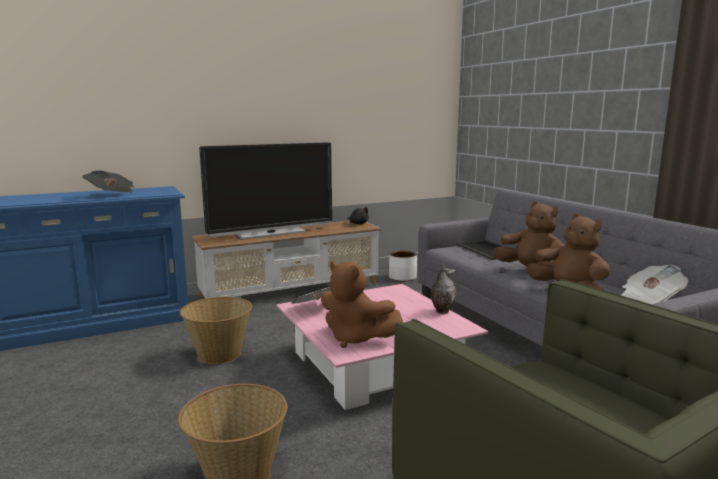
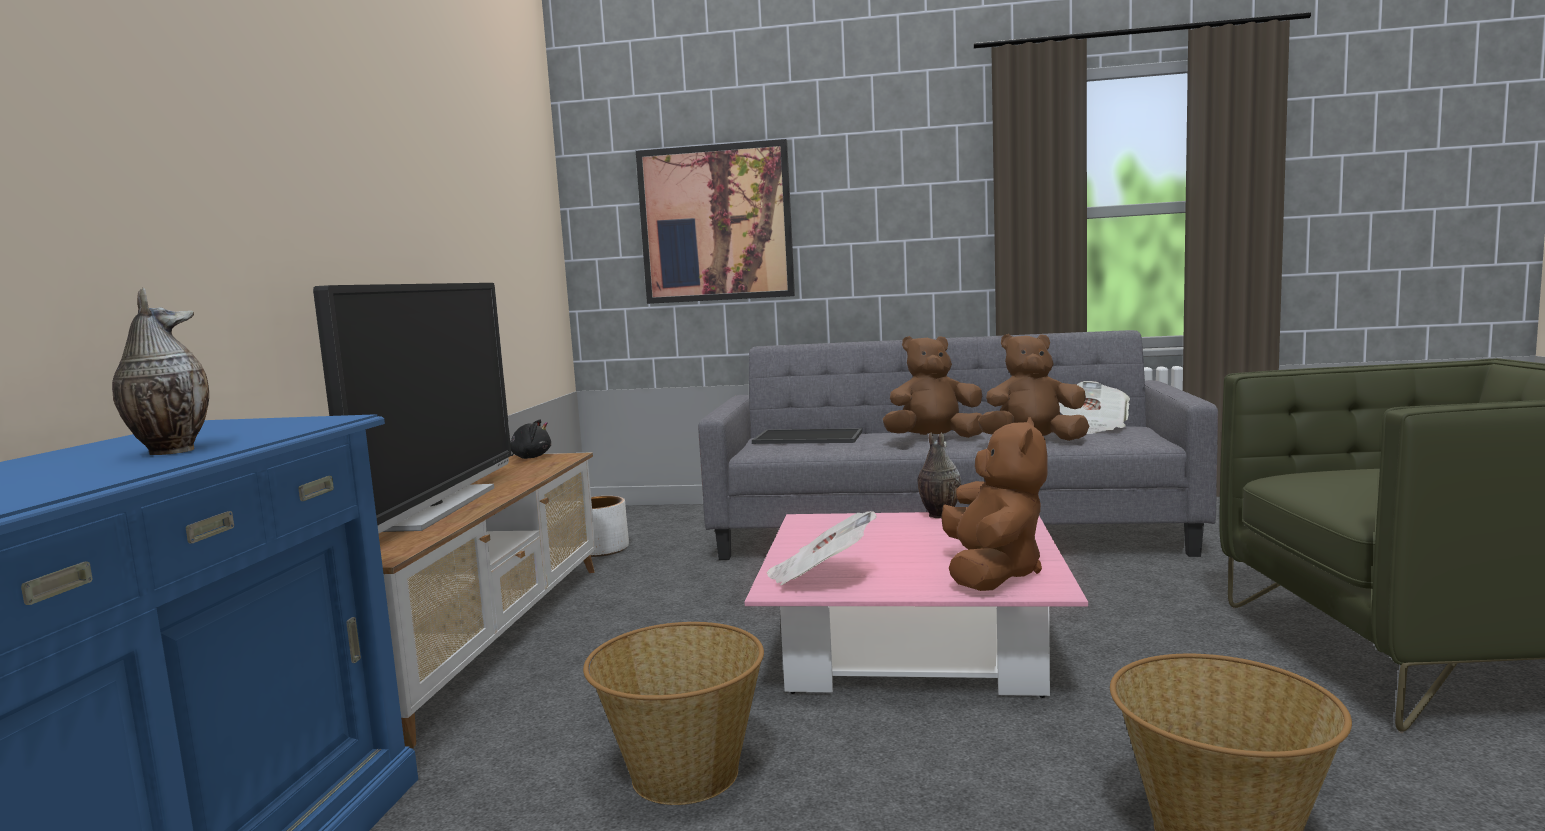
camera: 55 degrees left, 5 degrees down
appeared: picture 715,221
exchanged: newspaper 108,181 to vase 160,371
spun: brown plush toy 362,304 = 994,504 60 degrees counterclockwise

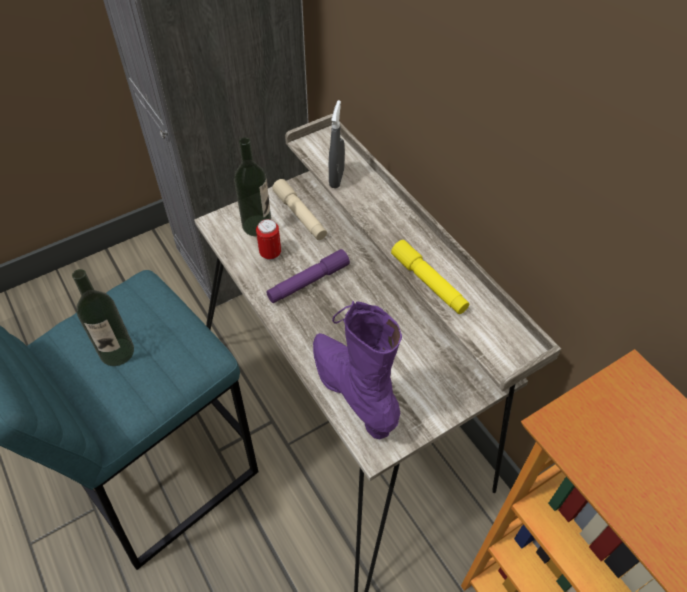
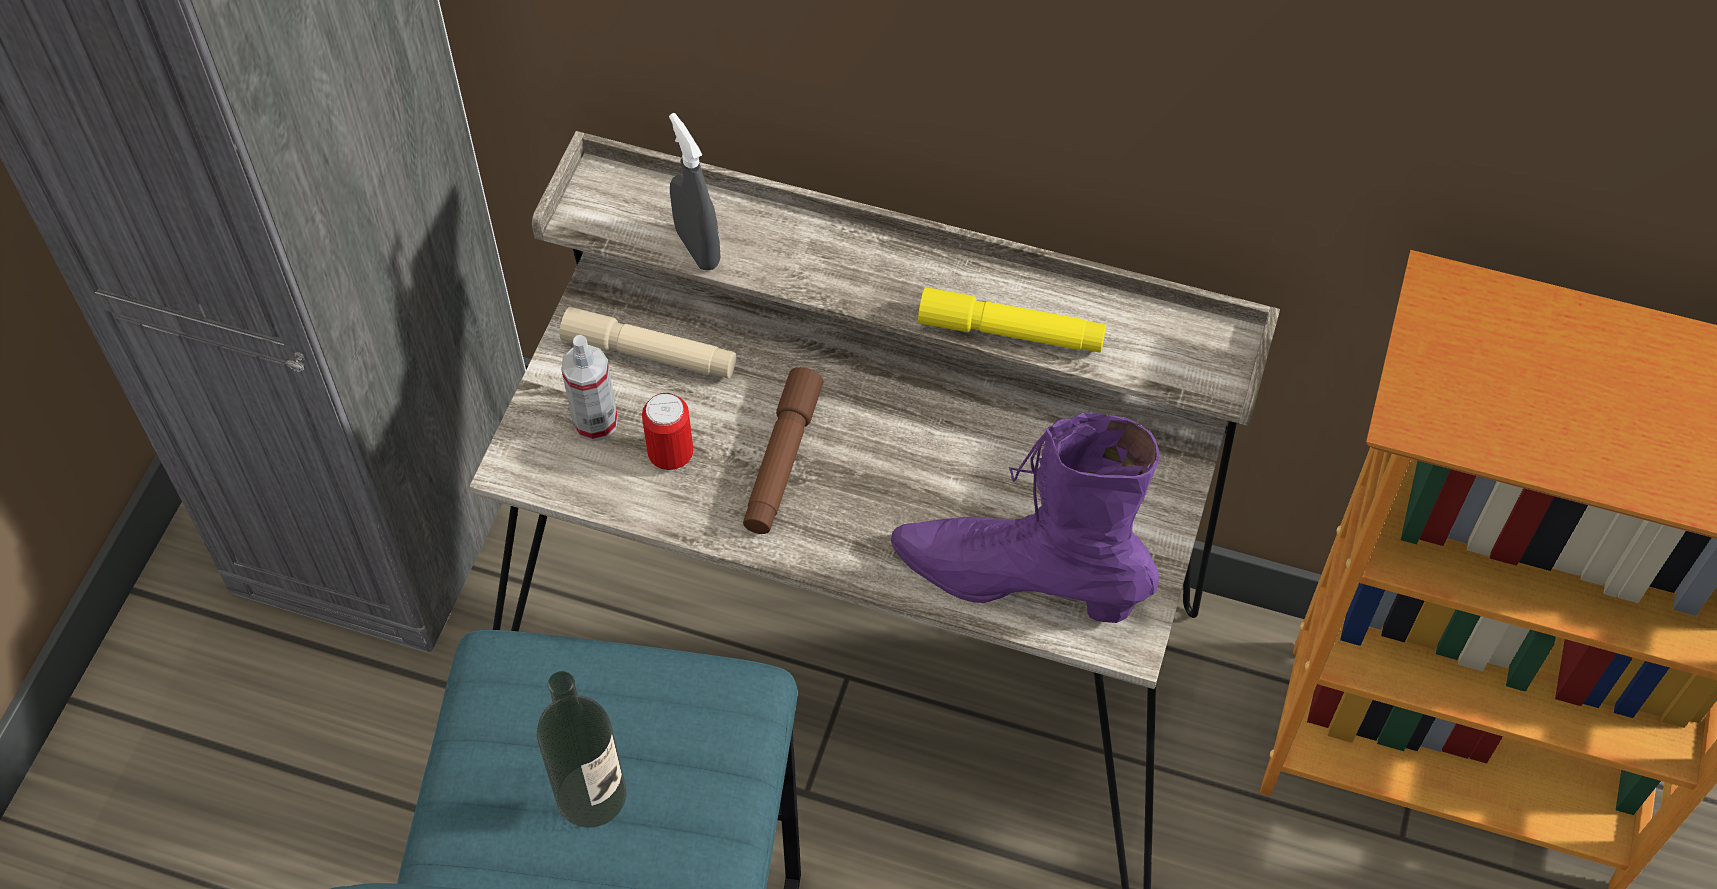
camera: 40 degrees left, 5 degrees up
exchanged: bottle 252,186 to spray bottle 589,388
colour: purple flashlight 308,276 to brown flashlight 783,450

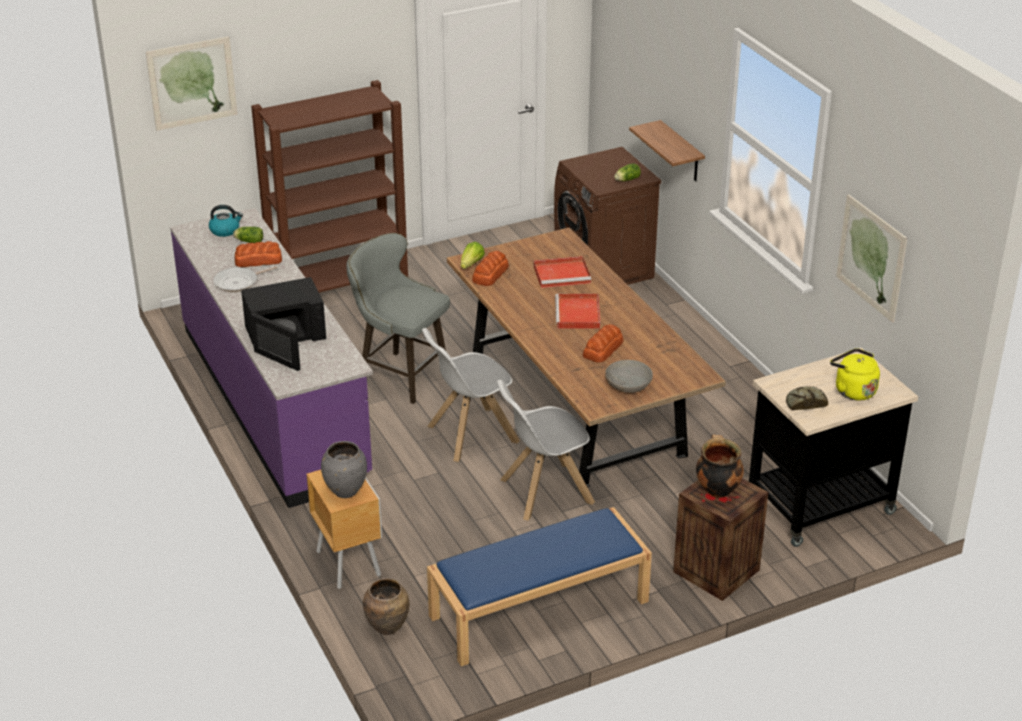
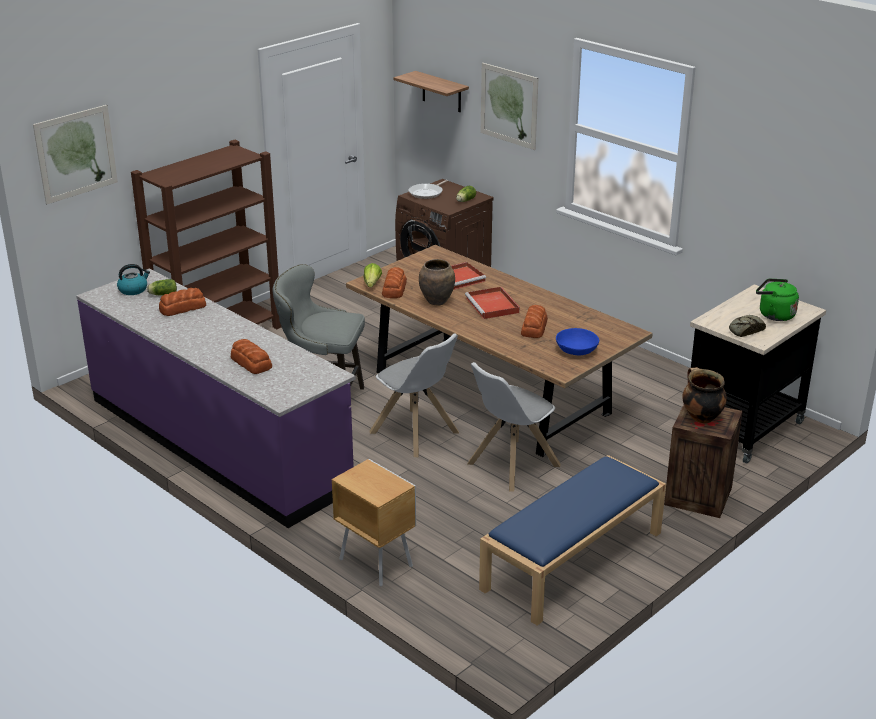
camera: 20 degrees left, 5 degrees down
missing: grey vase 344,469
relocated: frying pan 245,279 to 428,189; brown vase 386,606 to 437,282; shelf 667,150 to 431,91; picture 871,258 to 509,106
exchanged: black microwave 283,324 to bread 251,356
colour: grey bowl 629,376 to blue bowl 577,342; yellow kettle 855,374 to green kettle 777,300
spun: chair 471,395 = 414,395 90 degrees counterclockwise

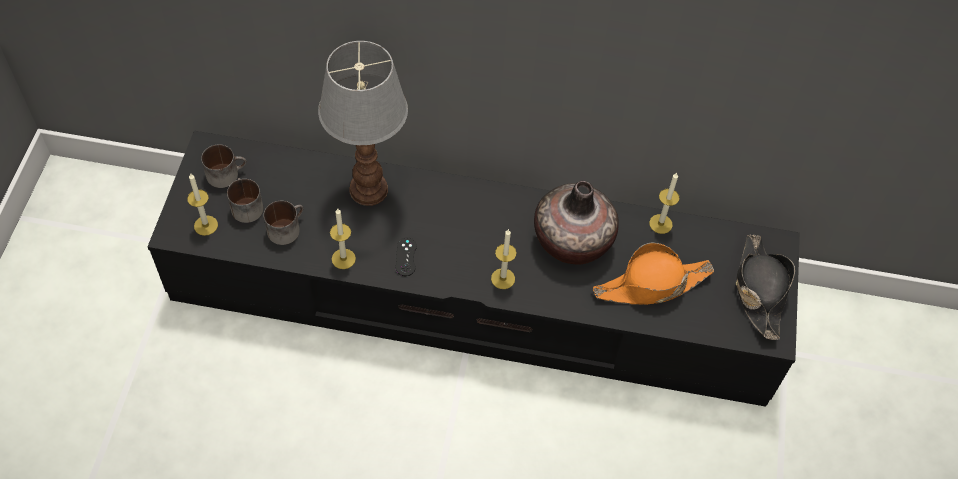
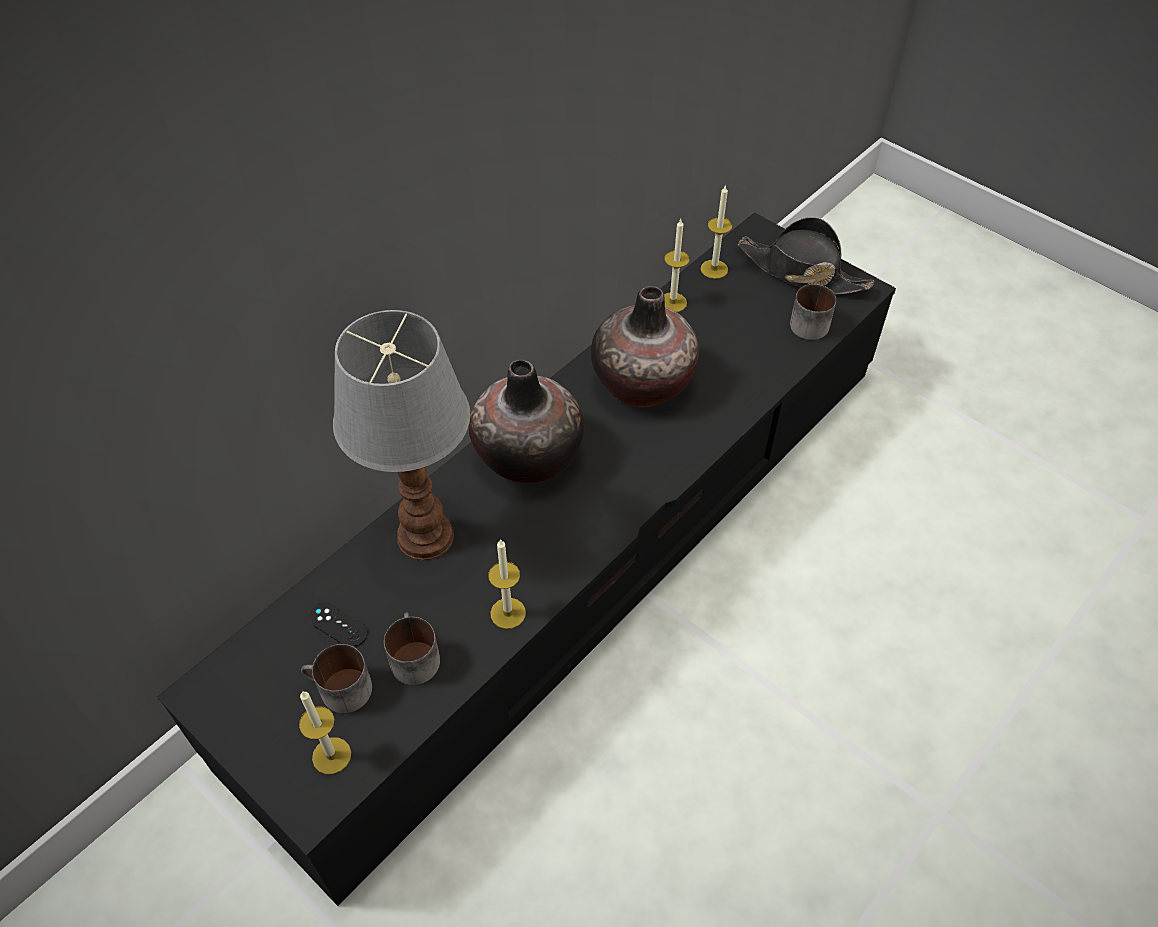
camera: 55 degrees left, 5 degrees down
missing: orange hat 653,273
appeared: vase 526,421
relocated: mug 223,166 to 813,312; black game controller 406,256 to 338,624; candle 503,259 to 716,232

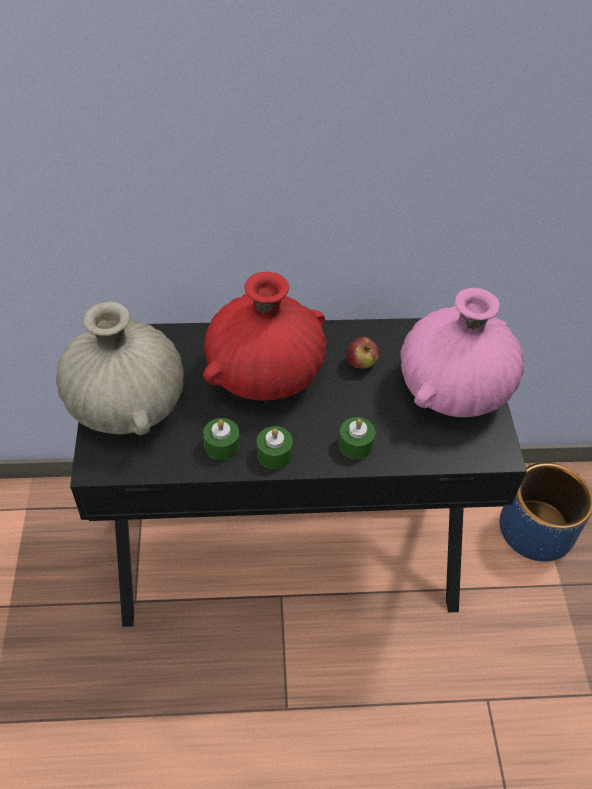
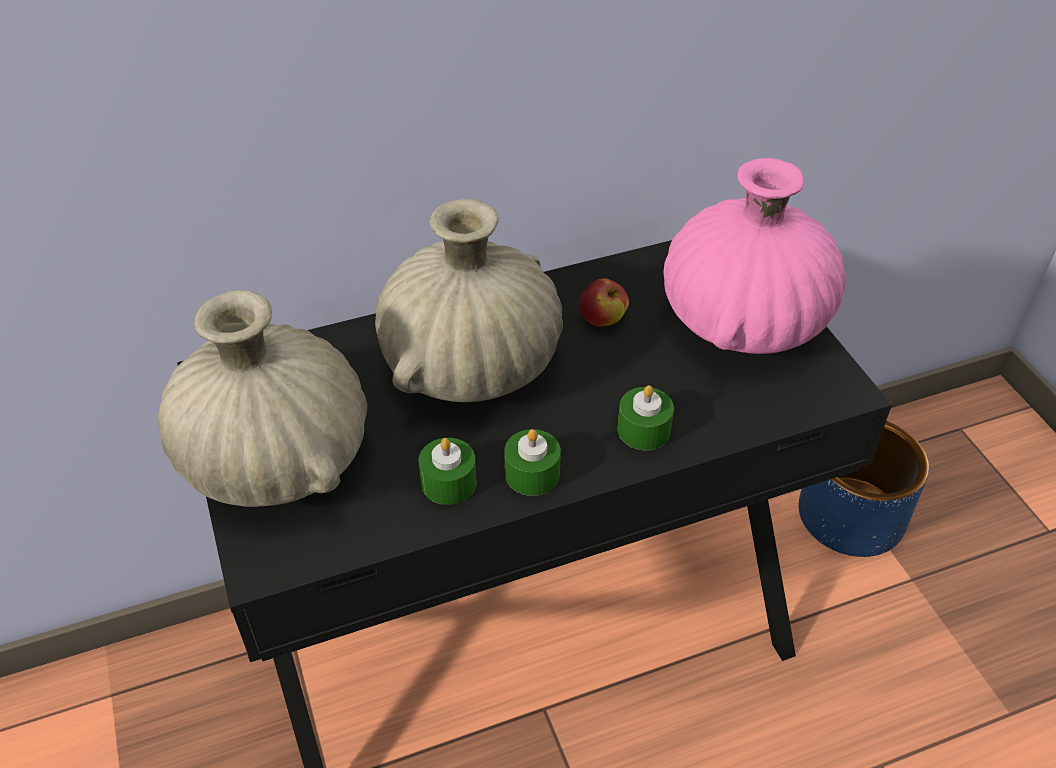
camera: 15 degrees left, 5 degrees down
colour: red vase 265,336 to beige vase 469,300

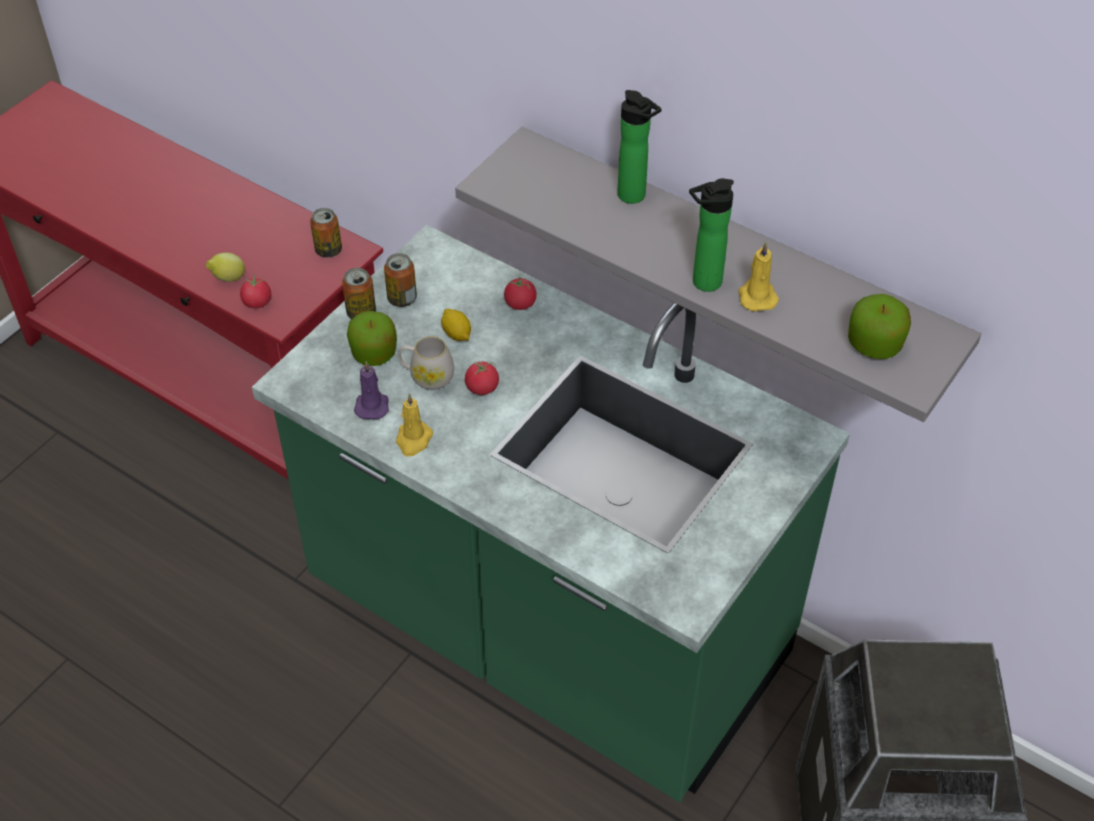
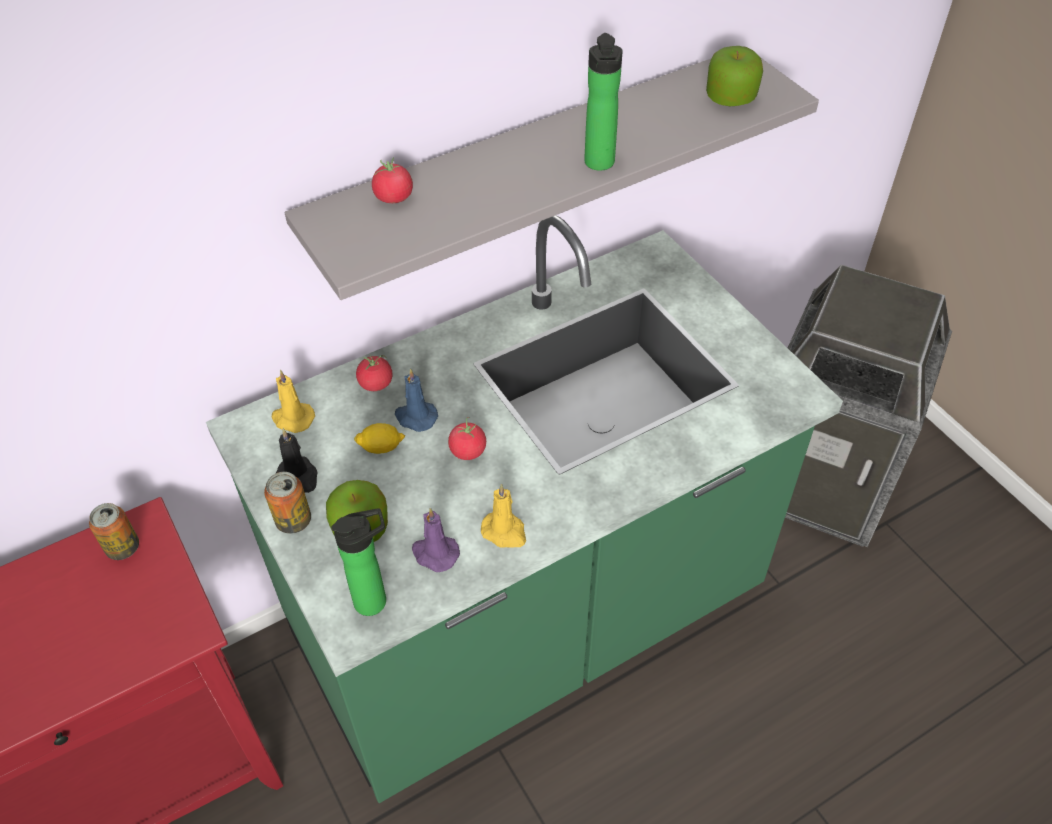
camera: 65 degrees left, 0 degrees up
missing: lemon 225,267; white mug 426,363
appeared: blue candle 416,400
relocated: tomato 255,291 to 392,180; bottle 639,147 to 358,562; yellow candle 758,276 to 293,401
exchanged: can 400,280 to black candle 297,460

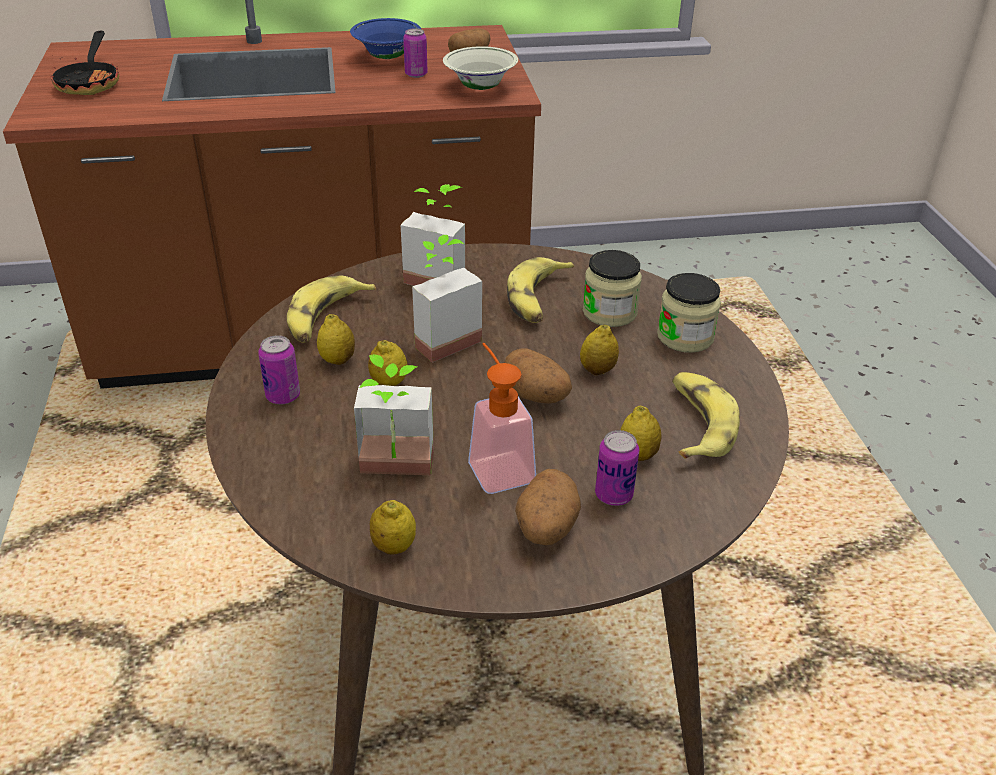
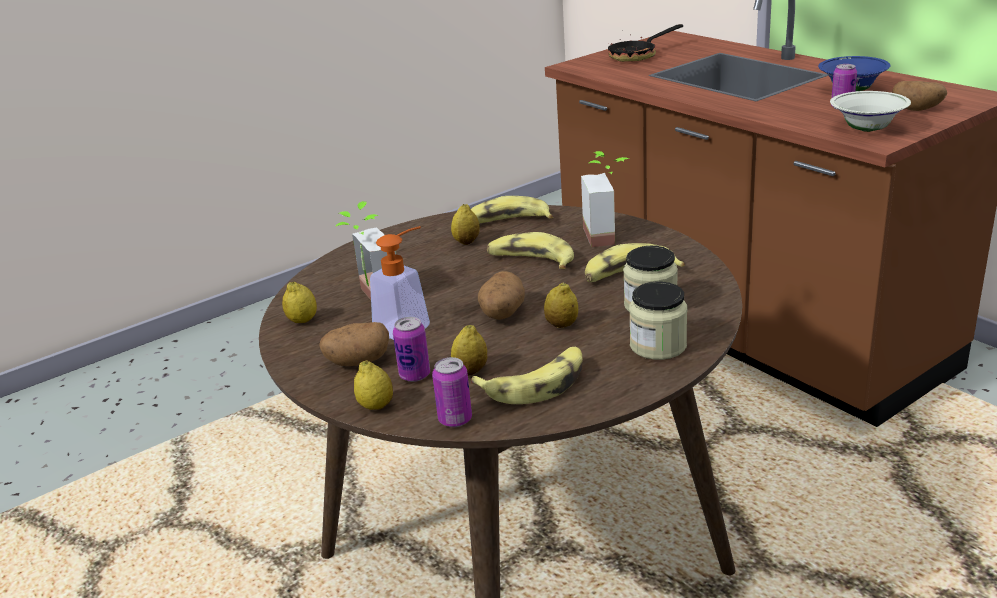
camera: 65 degrees right, 10 degrees down
relocated: can 279,370 to 452,392; lemon 388,363 to 373,385
exchanged: potted plant 447,299 to banana 530,250

